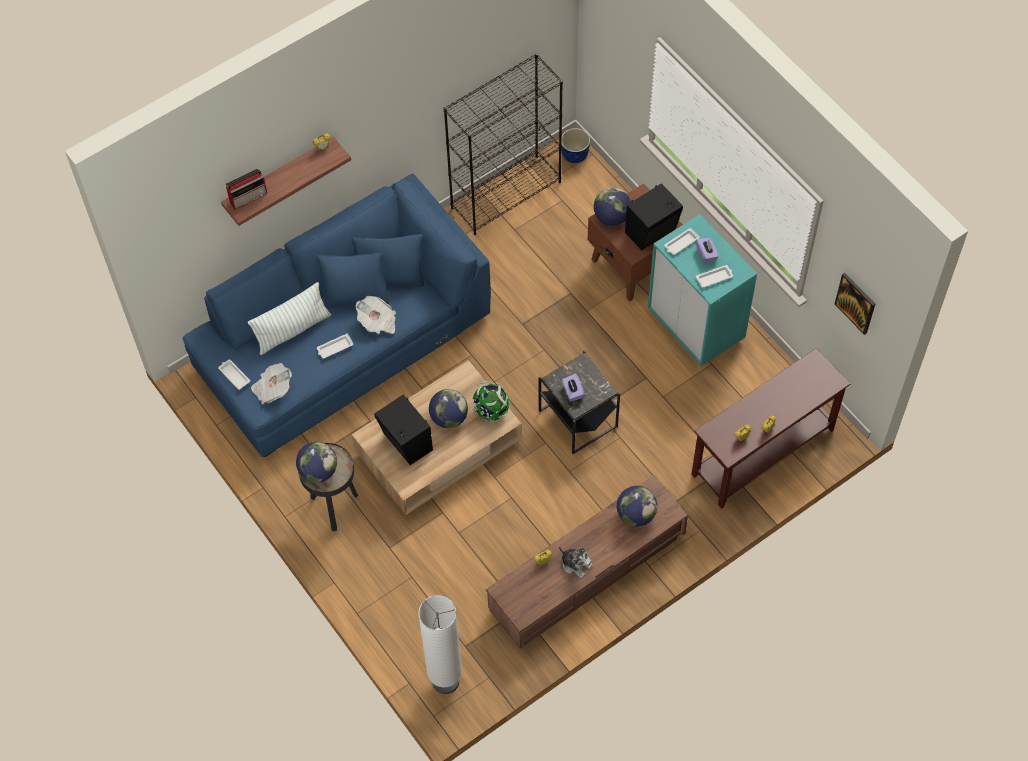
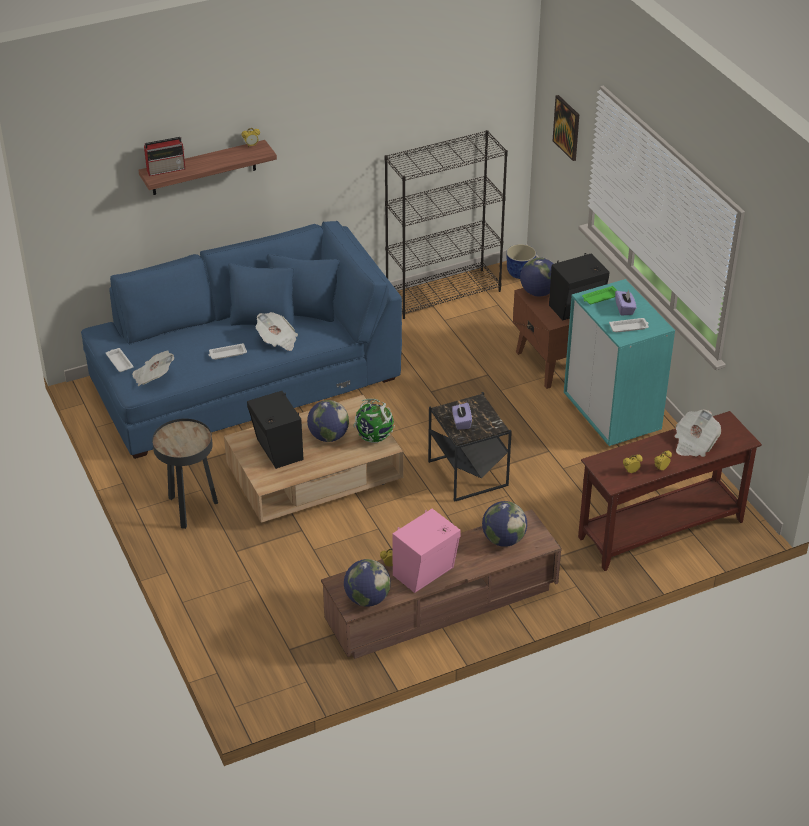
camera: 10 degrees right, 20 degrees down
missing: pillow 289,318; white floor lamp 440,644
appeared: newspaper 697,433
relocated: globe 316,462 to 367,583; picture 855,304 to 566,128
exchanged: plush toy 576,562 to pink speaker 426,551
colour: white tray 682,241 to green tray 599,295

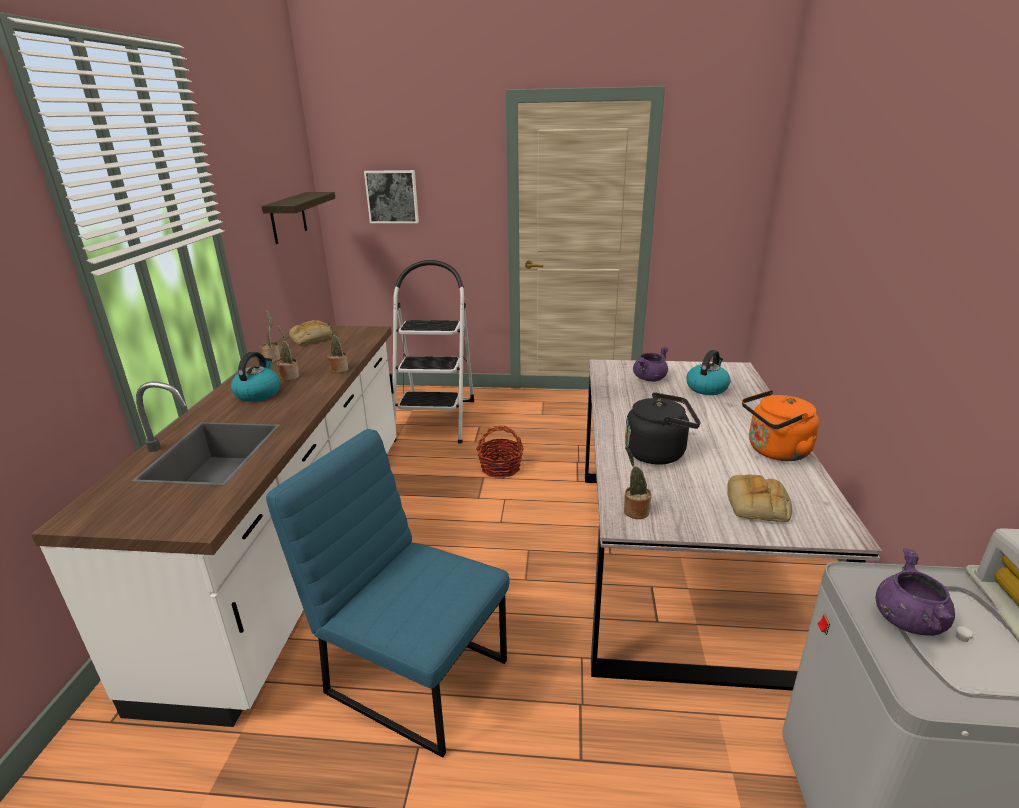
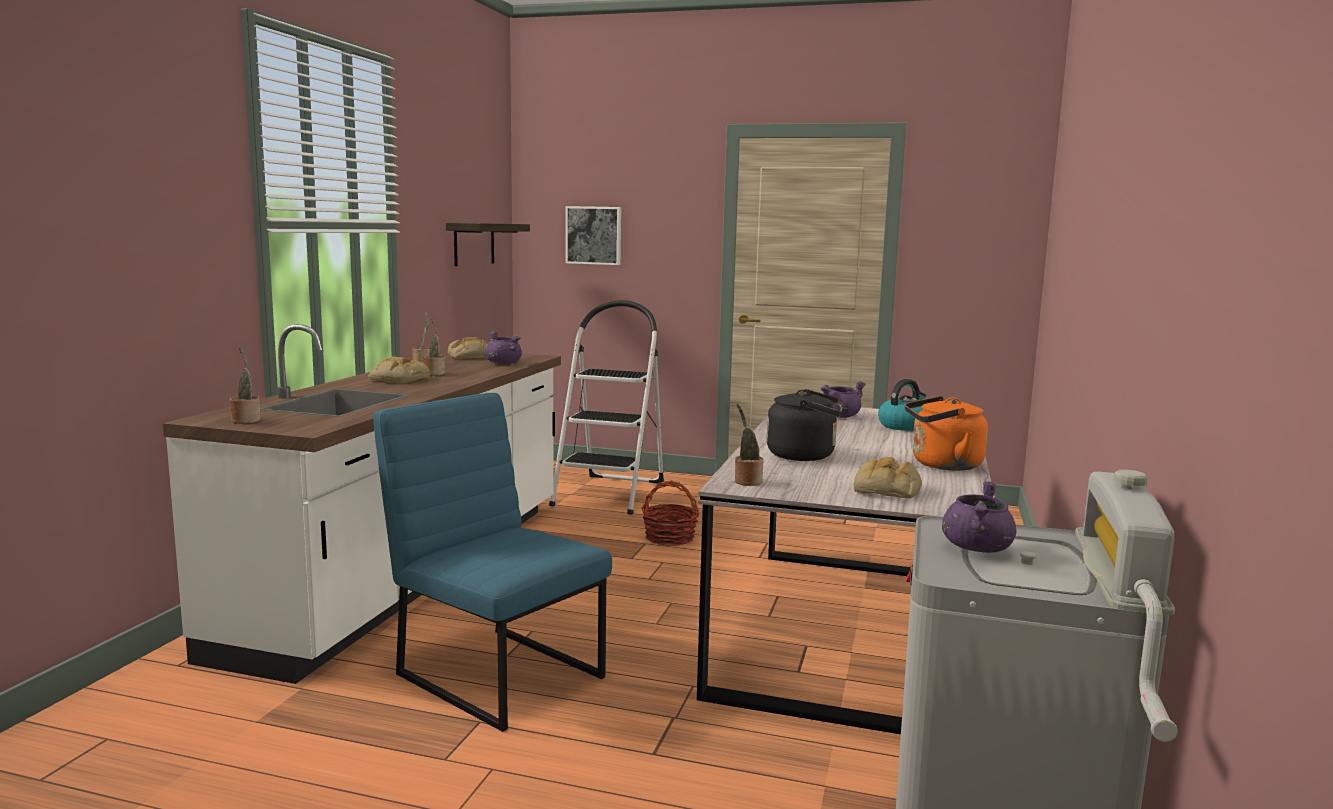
camera: 10 degrees right, 15 degrees down
appeared: purple cooking pot 503,347
relocated: potted plant 337,346 to 245,384
exchanged: kettle 256,377 to bread 399,370

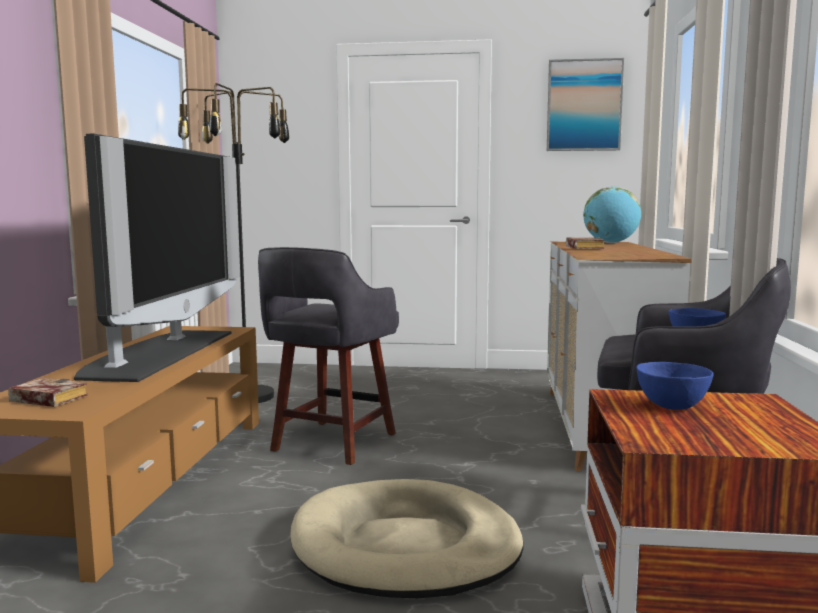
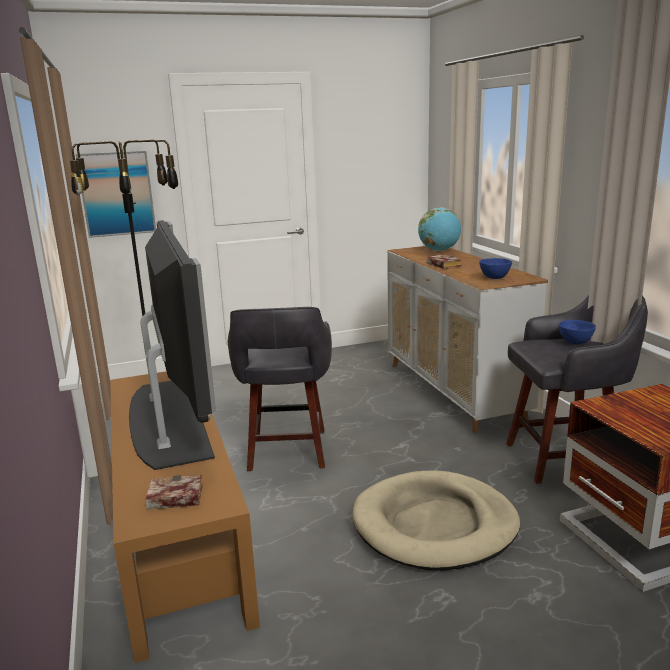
camera: 25 degrees left, 10 degrees up
relocated: picture 585,104 to 115,194; blue bowl 675,386 to 495,268

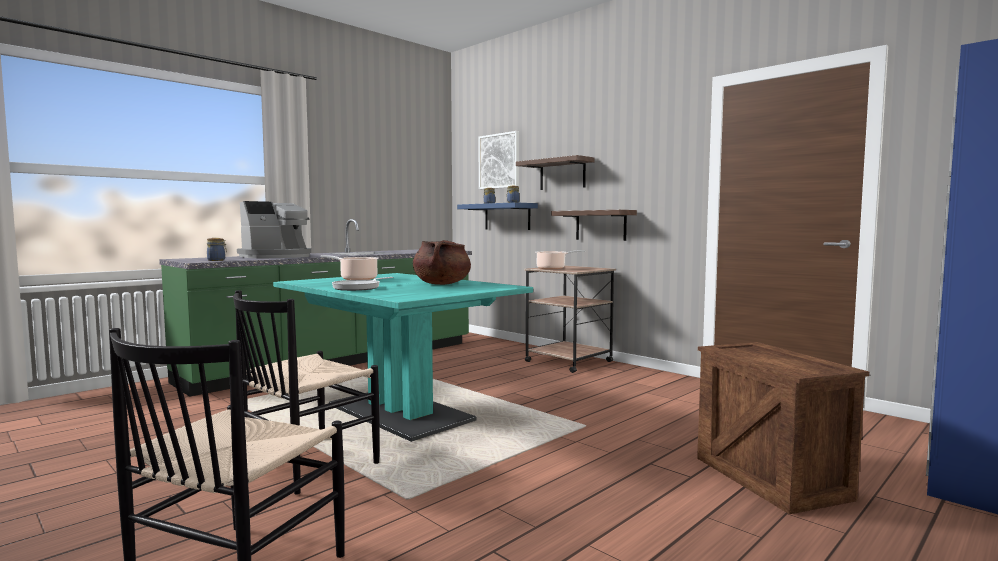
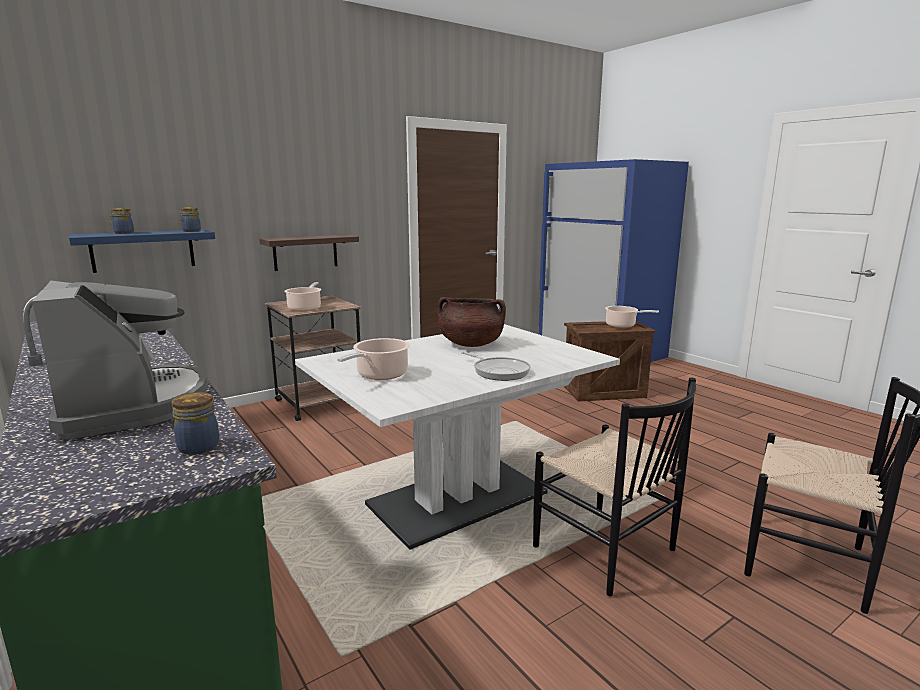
camera: 80 degrees left, 10 degrees up
missing: picture 499,160; shelf 555,172
appeared: cooking pot 632,317
colour: turquoise dining table 403,357 to white dining table 457,437

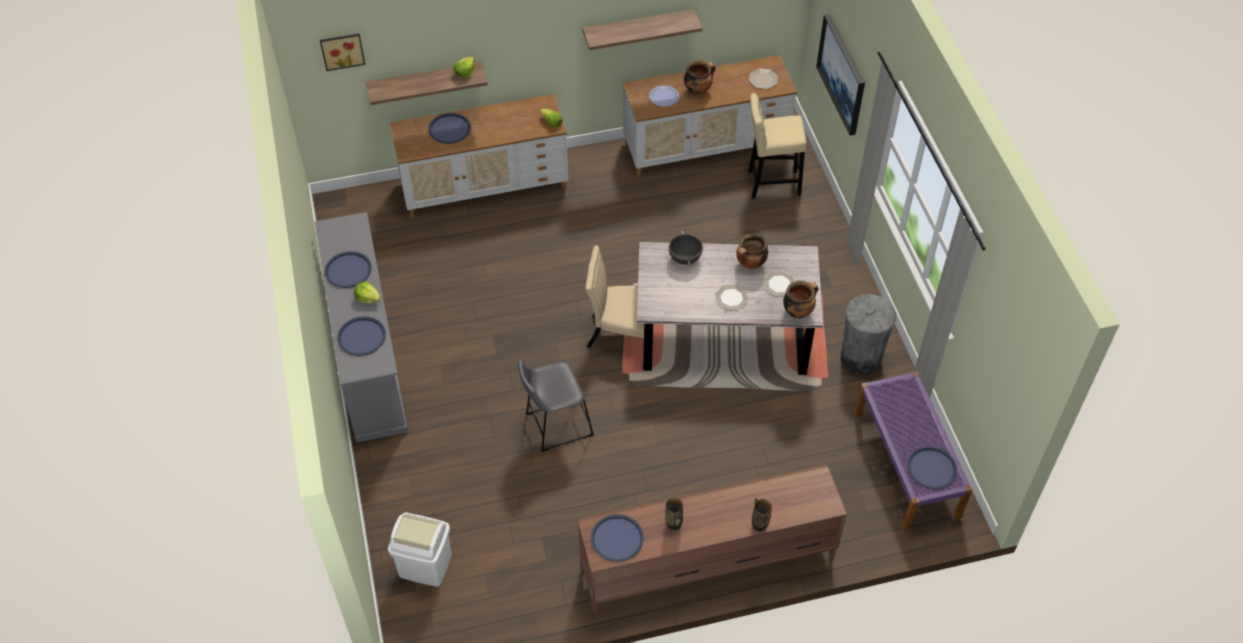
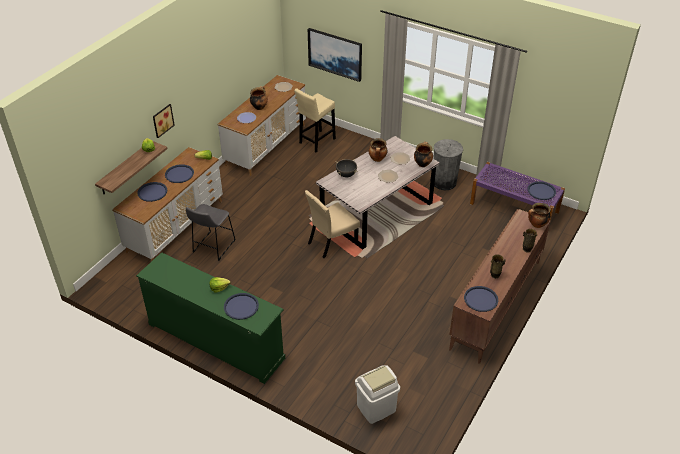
camera: 45 degrees left, 10 degrees down
missing: shelf 642,29
appeared: cooking pot 539,215
relocated: picture 342,52 to 164,121; blue tray 348,269 to 179,173; grey stool 556,406 to 211,232
colour: grey cabinet 361,327 to green cabinet 210,318

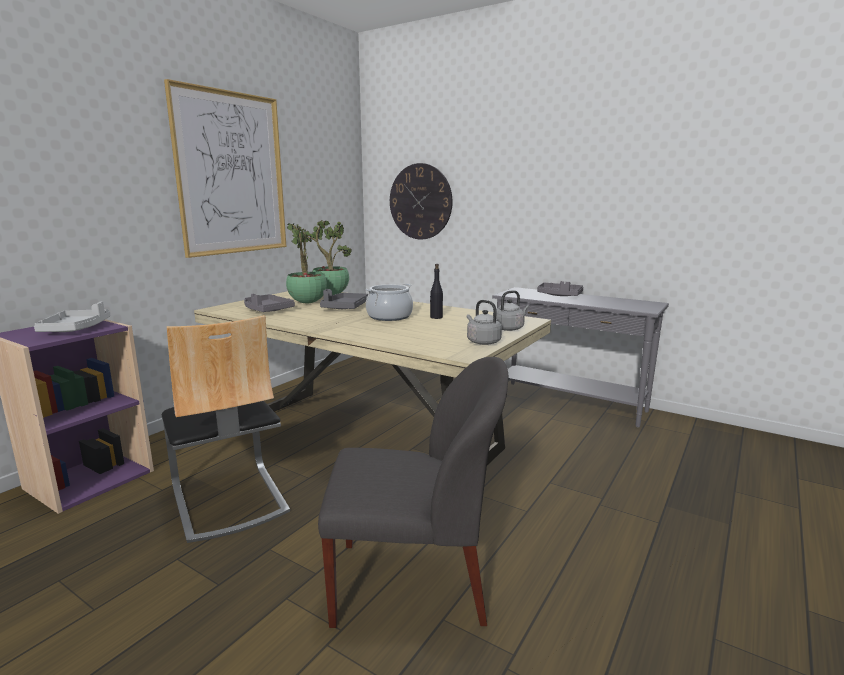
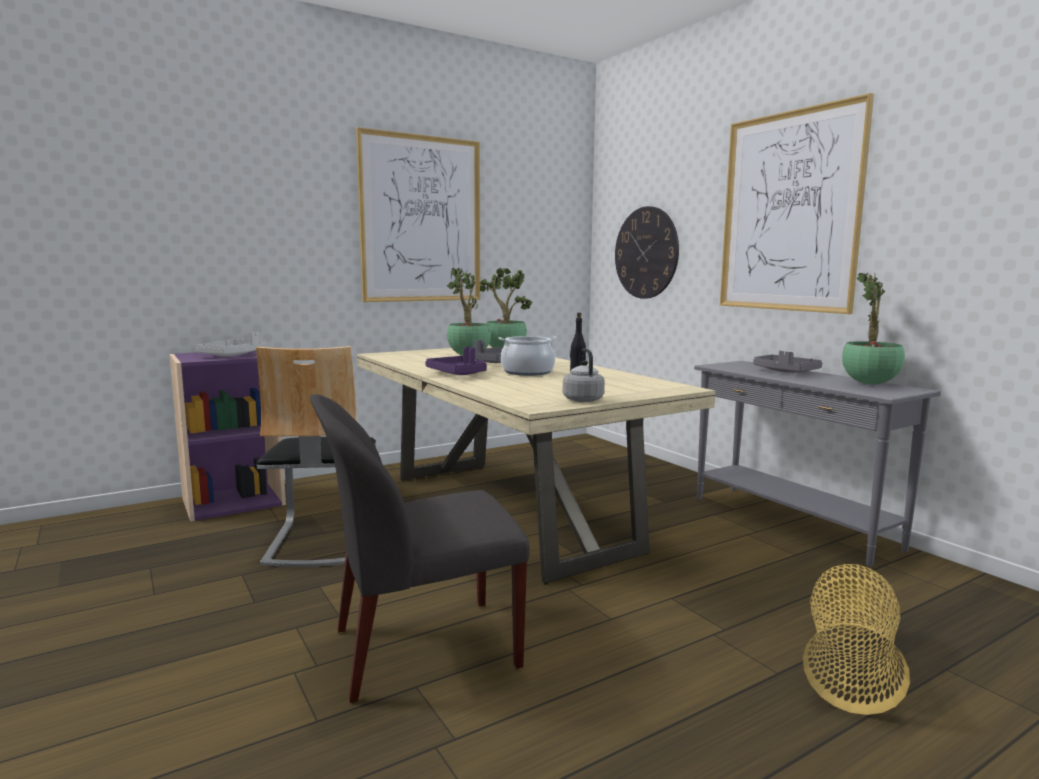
camera: 25 degrees right, 5 degrees down
missing: grey tray 269,303; grey kettle 512,310
appeared: purple tray 456,361; picture 797,203; basket 856,639; potted plant 873,328
spun: grey chair 413,492 = 420,548 135 degrees clockwise

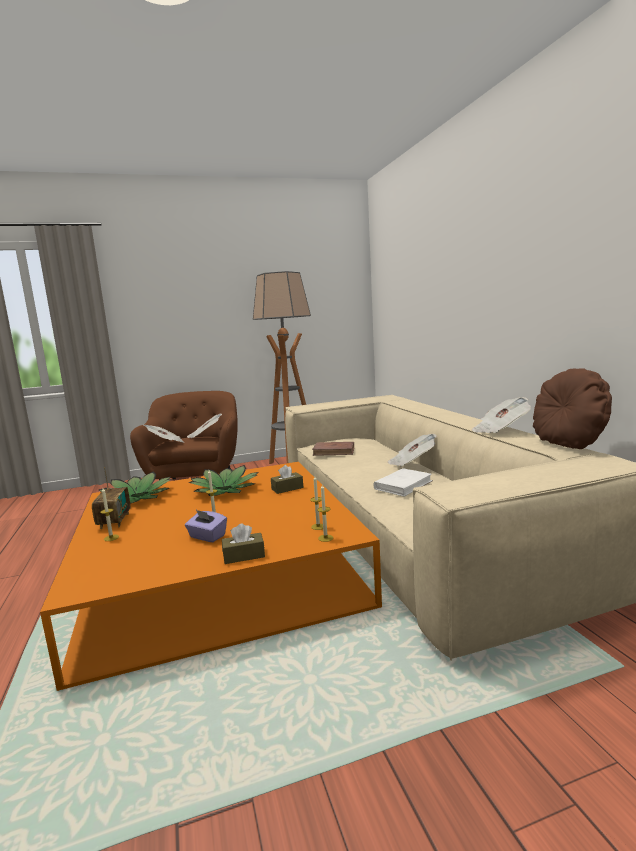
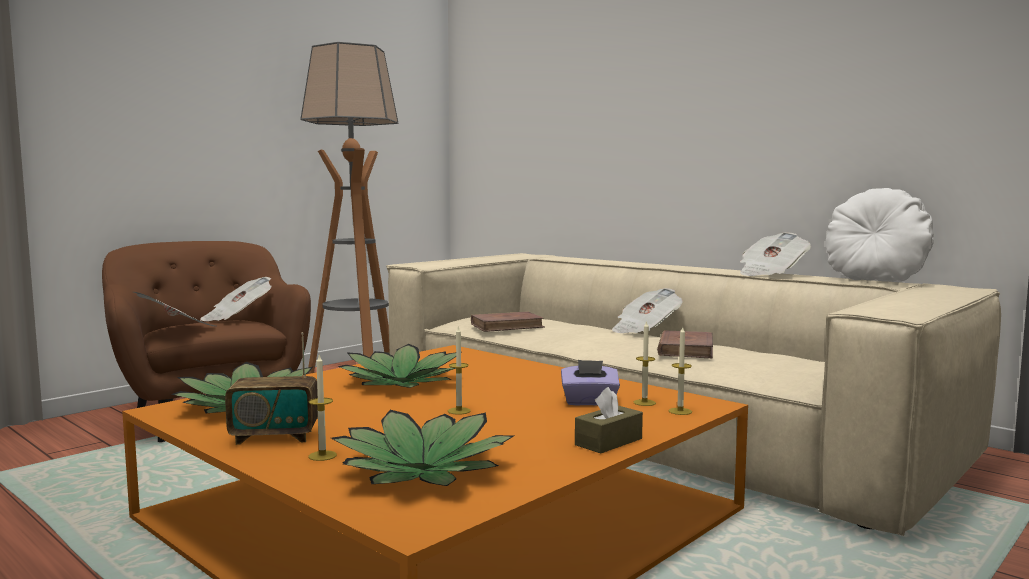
camera: 30 degrees left, 5 degrees down
missing: brown tissue box 287,479
appeared: potted plant 422,448
relocated: purple tissue box 206,526 to 590,382
colour: white book 403,482 to brown book 685,344; brown pillow 572,408 to white pillow 880,235
spun: radio 111,498 = 271,388 120 degrees clockwise

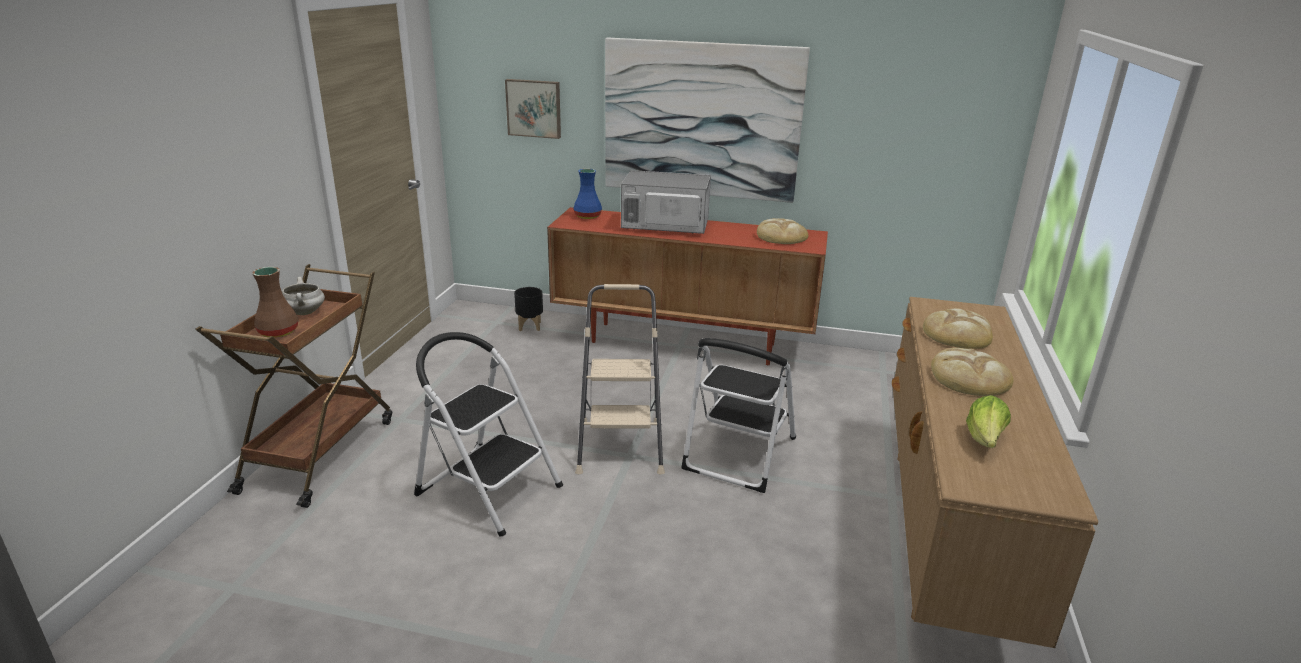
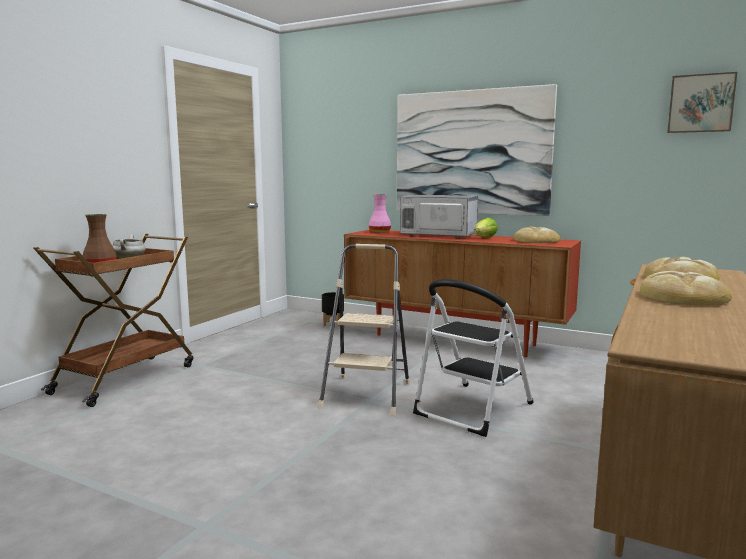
camera: 15 degrees right, 15 degrees down
missing: step ladder 488,434
relocated: picture 533,109 to 702,102; lettuce 988,421 to 486,227
colour: blue vase 587,194 to pink vase 379,213

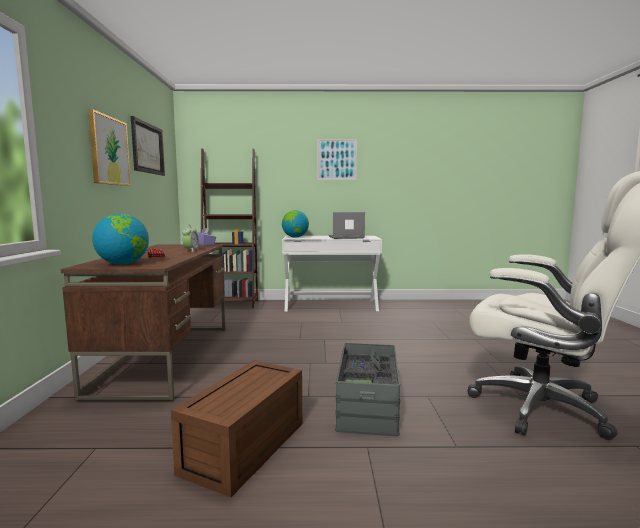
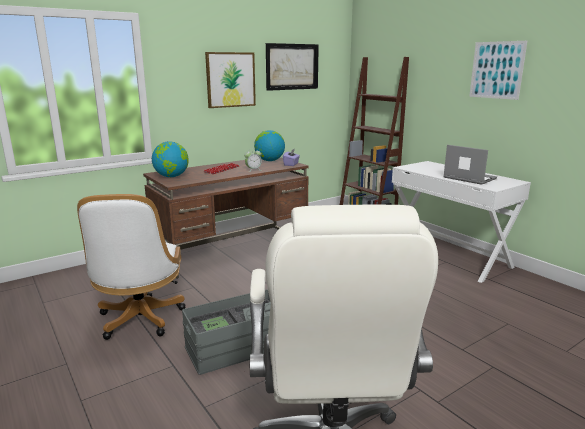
camera: 55 degrees right, 10 degrees up
relocated: globe 295,223 to 269,145
exchanged: brown storage box 236,429 to white office chair 131,267

